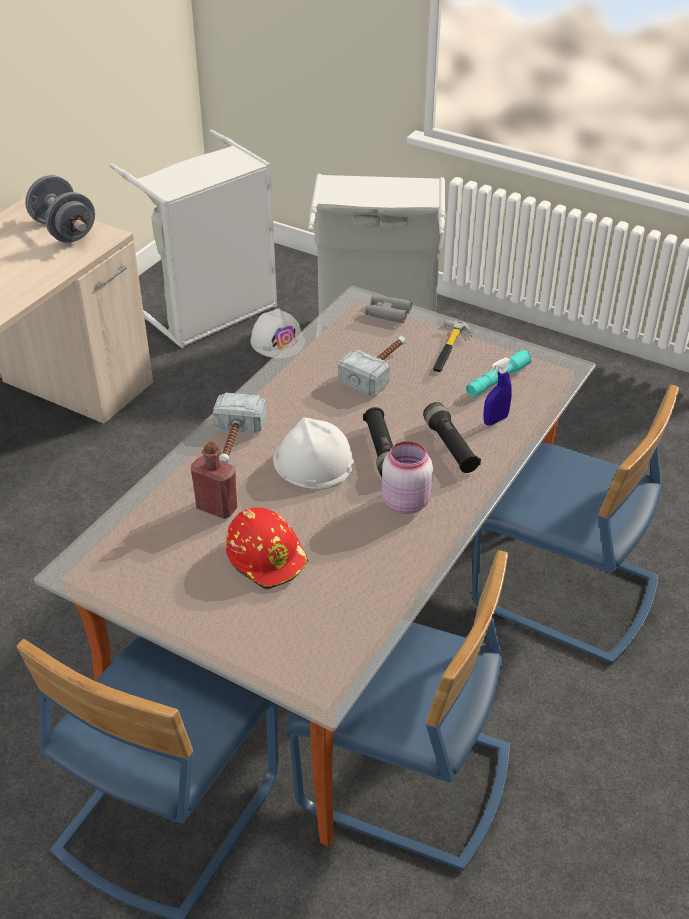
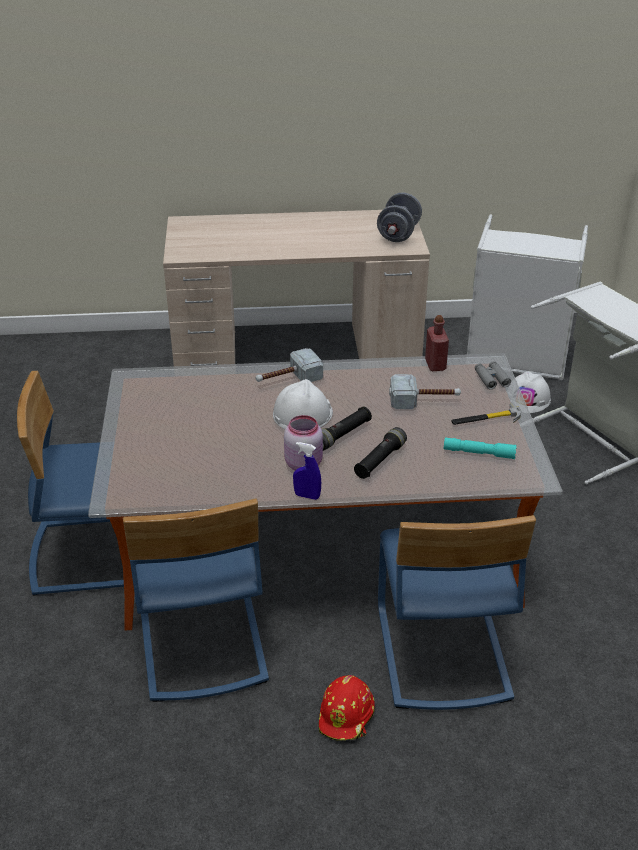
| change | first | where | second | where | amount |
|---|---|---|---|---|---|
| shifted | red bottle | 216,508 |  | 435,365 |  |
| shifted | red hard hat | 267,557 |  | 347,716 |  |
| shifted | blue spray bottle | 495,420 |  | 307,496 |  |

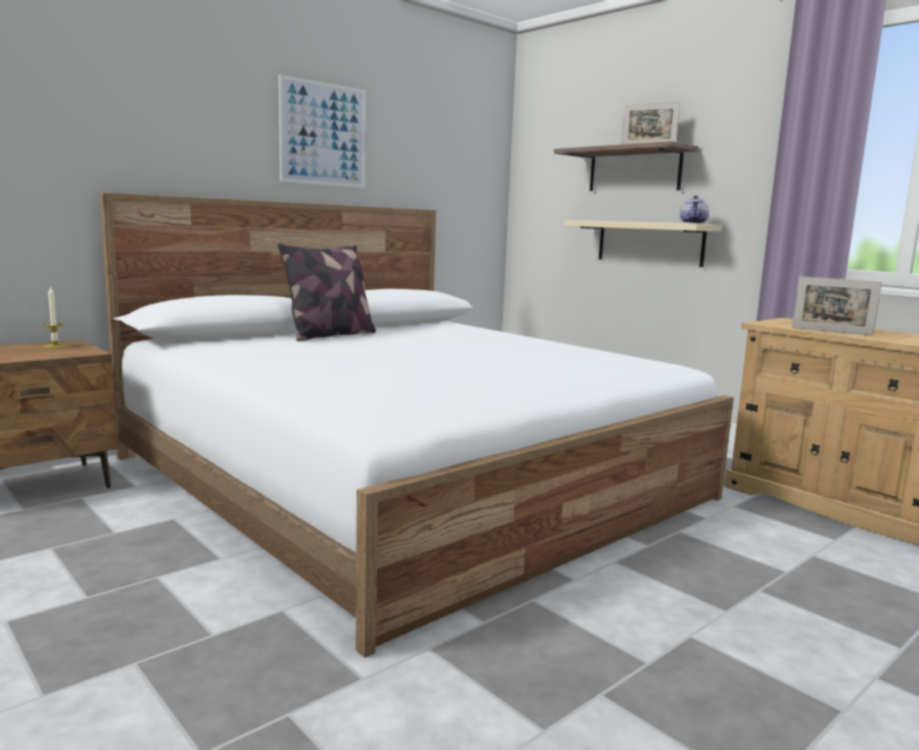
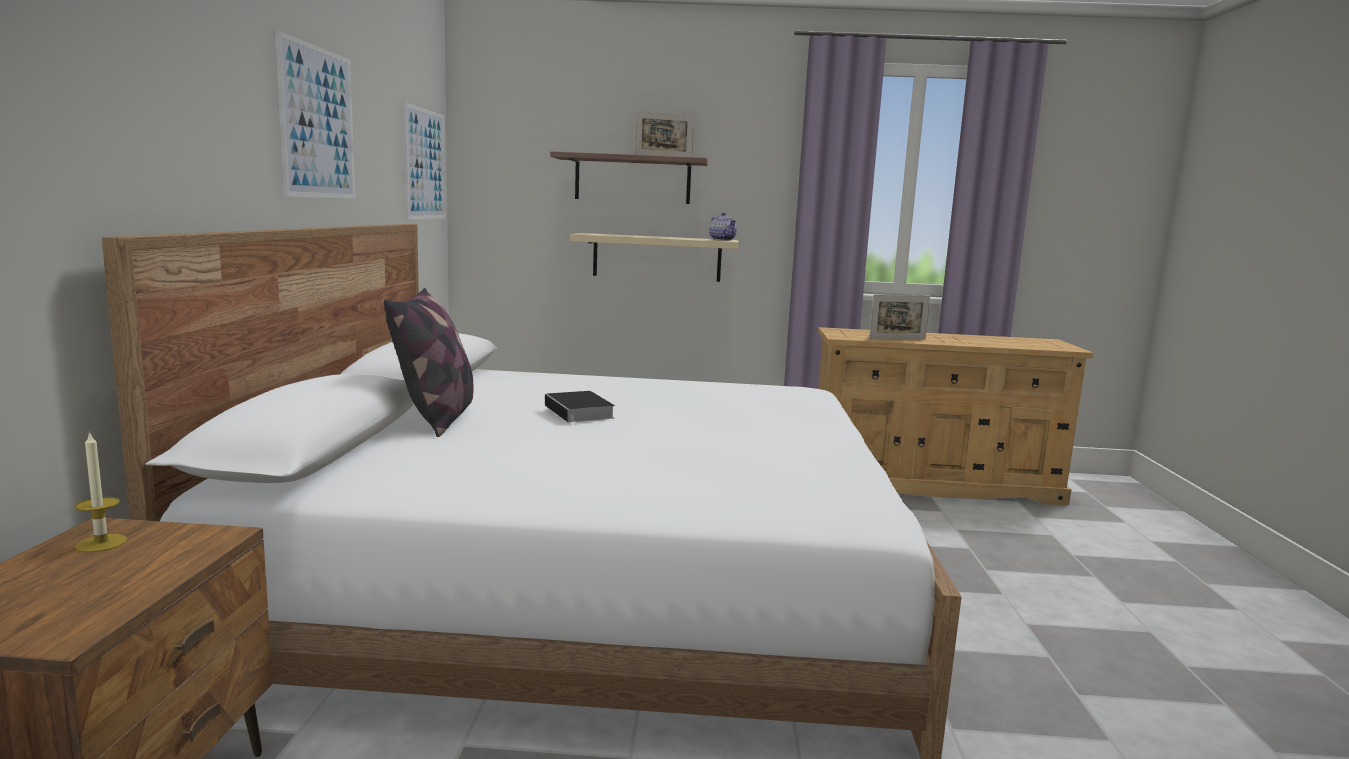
| change | first | where | second | where | amount |
|---|---|---|---|---|---|
| new |  |  | picture | 424,164 |  |
| new |  |  | book | 580,412 |  |

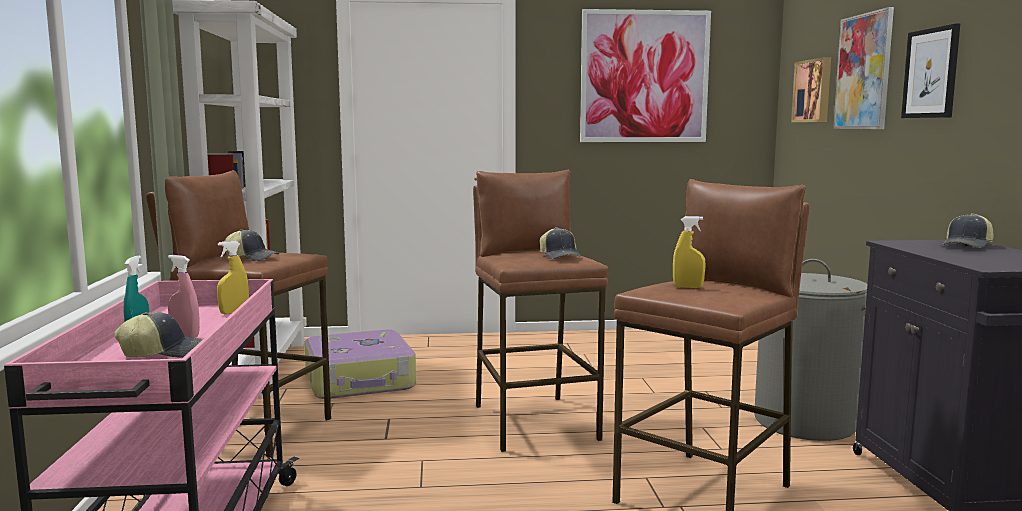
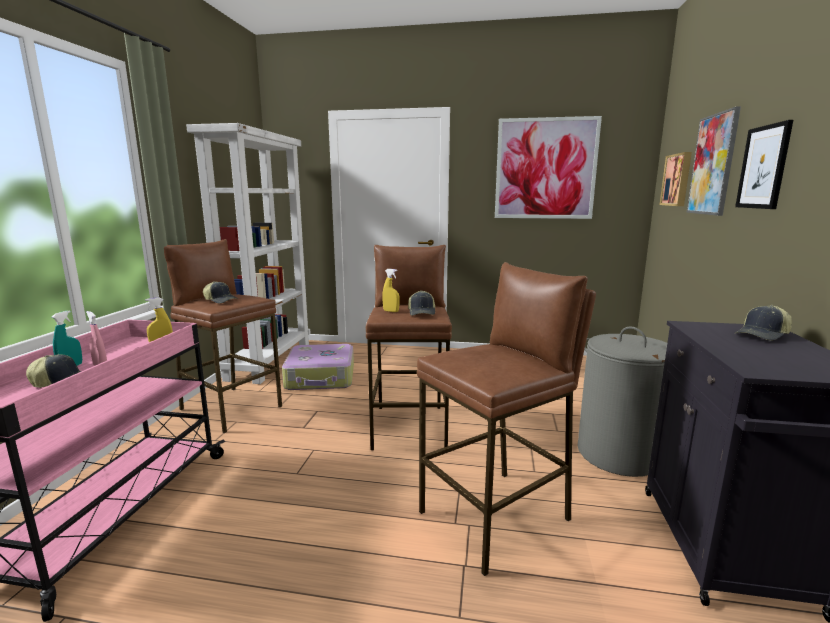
| change | first | where | second | where | amount |
|---|---|---|---|---|---|
| shifted | yellow spray bottle | 688,287 |  | 391,311 |  |

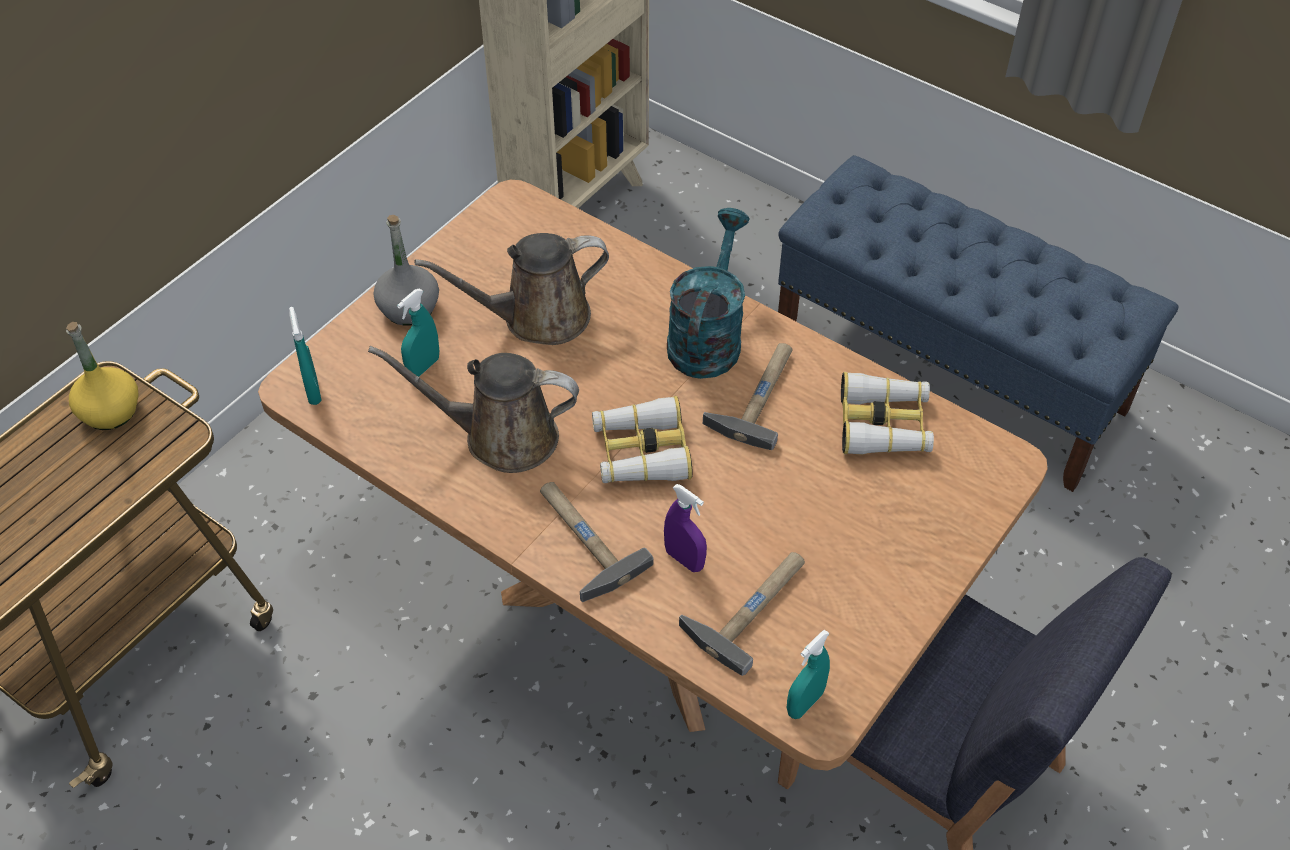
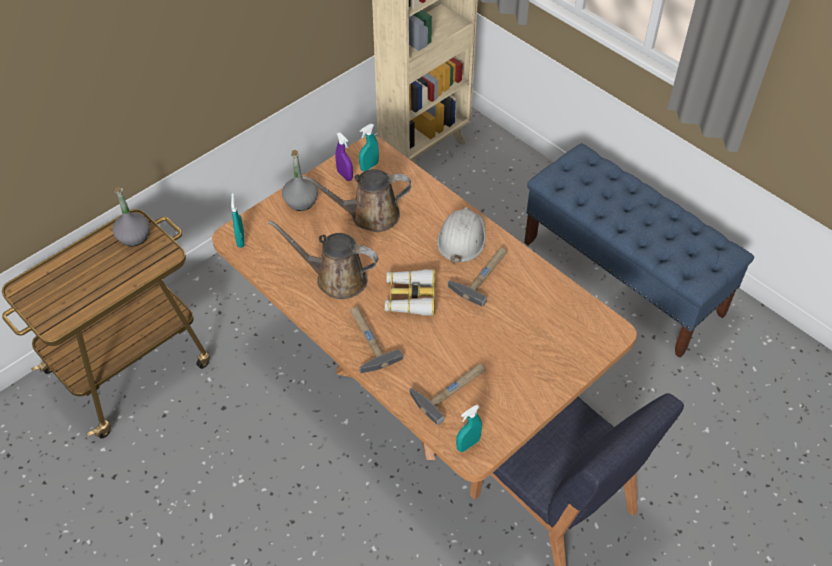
| change | first | where | second | where | amount |
|---|---|---|---|---|---|
| repainted | yellow bottle | 110,412 | grey bottle | 134,236 |  |
| shifted | turquoise spray bottle | 423,367 |  | 369,166 |  |
| shifted | purple spray bottle | 684,559 |  | 345,175 |  |
| swapped | turquoise watering can | 707,337 | white hard hat | 461,238 |  |
| gone | binoculars | 884,424 |  |  |  |

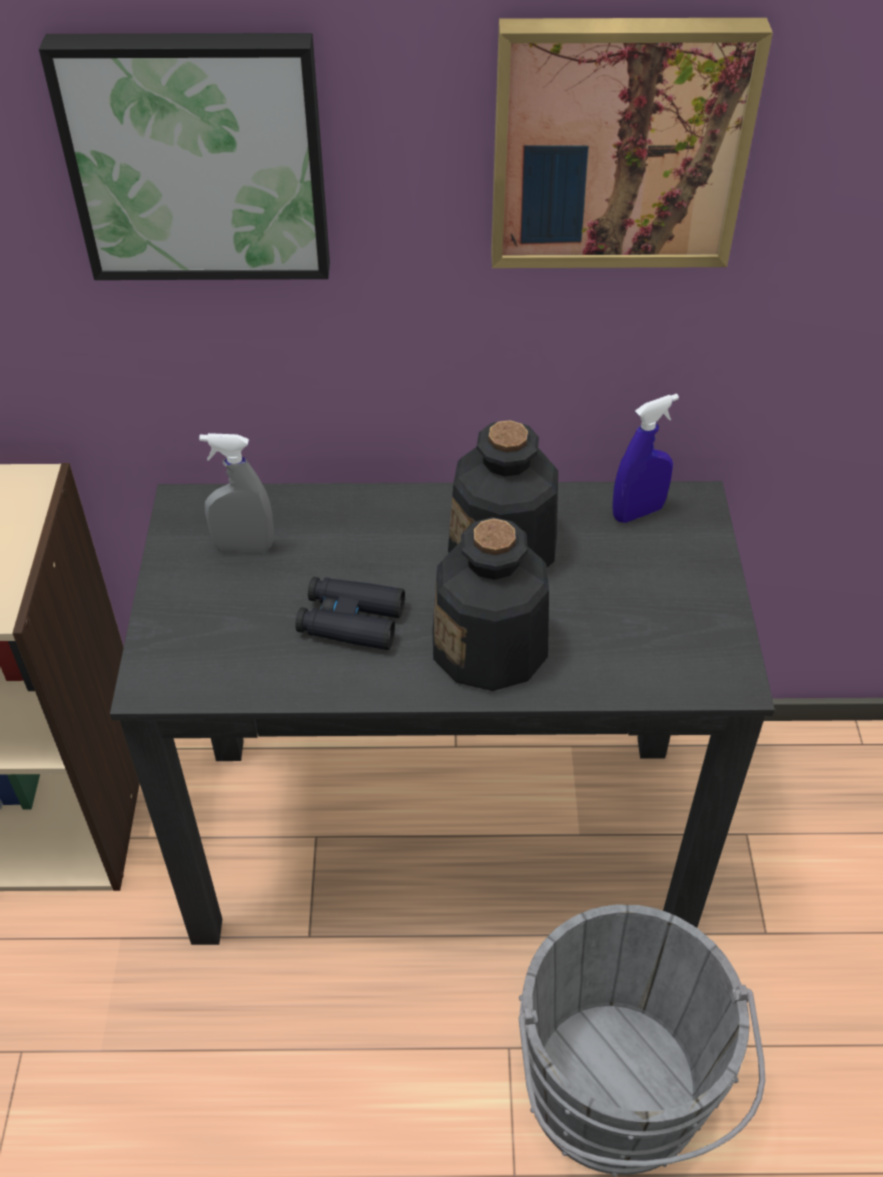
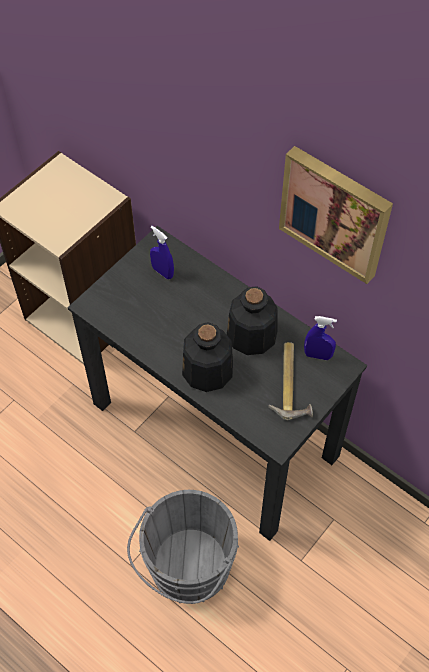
| change | first | where | second | where | amount |
|---|---|---|---|---|---|
| gone | picture | 198,156 |  |  |  |
| repainted | grey spray bottle | 244,547 | blue spray bottle | 162,272 |  |
| gone | black binoculars | 350,621 |  |  |  |
| new |  |  | hammer | 291,383 |  |

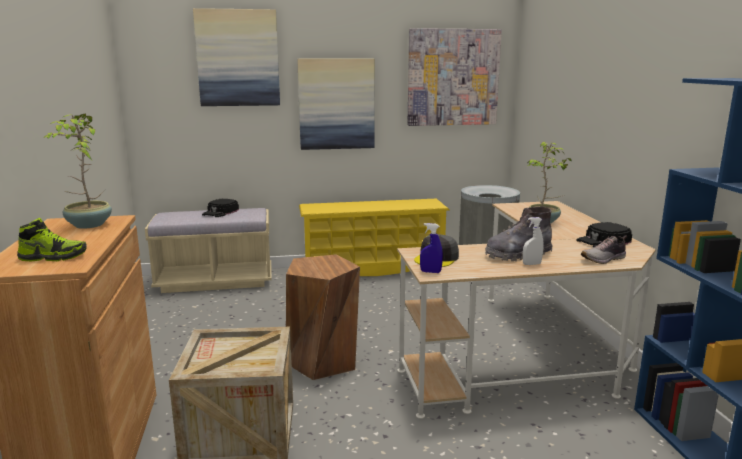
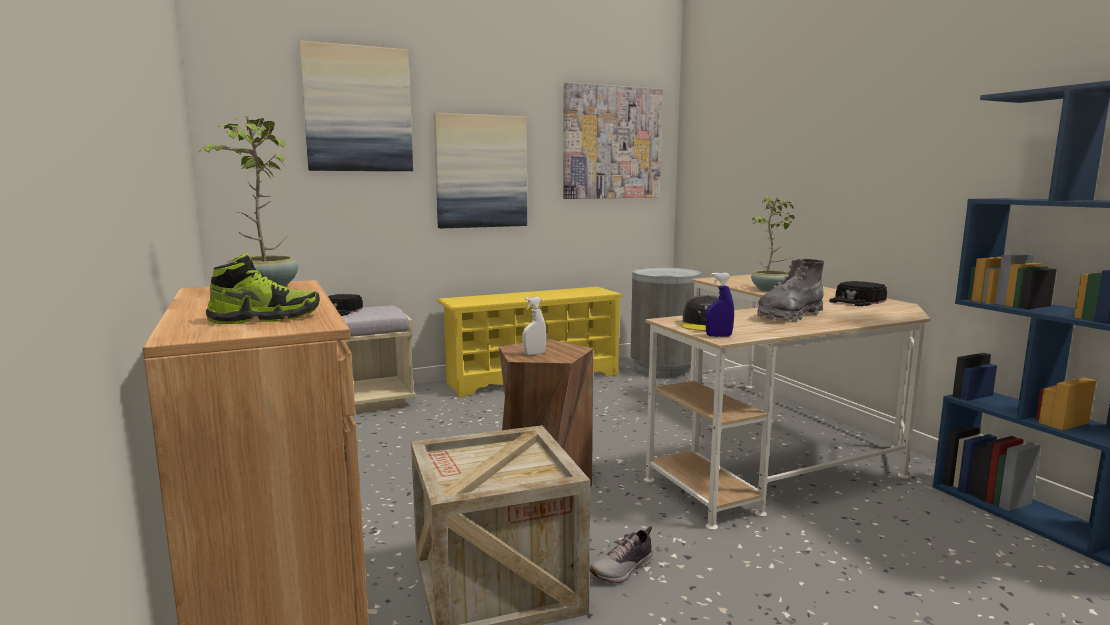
| change | first | where | second | where | amount |
|---|---|---|---|---|---|
| shifted | white spray bottle | 531,264 |  | 534,354 |  |
| shifted | shoe | 604,259 |  | 623,569 |  |

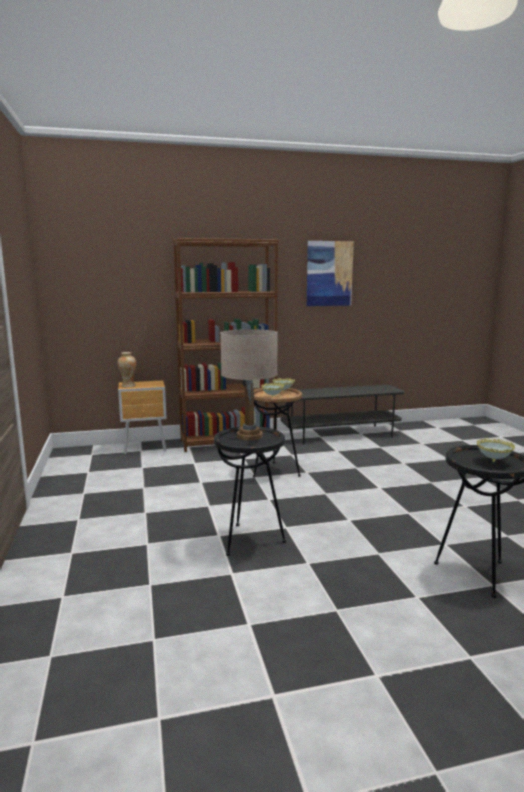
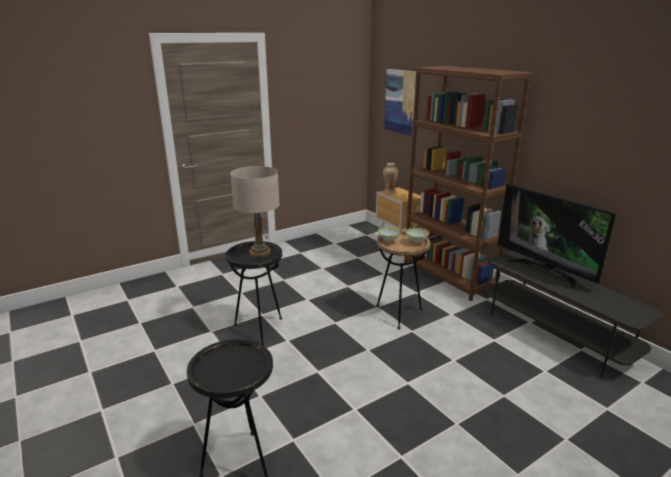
| change | first | where | second | where | amount |
|---|---|---|---|---|---|
| shifted | picture | 329,273 |  | 401,102 |  |
| gone | bowl | 493,462 |  |  |  |
| new |  |  | television | 545,270 |  |

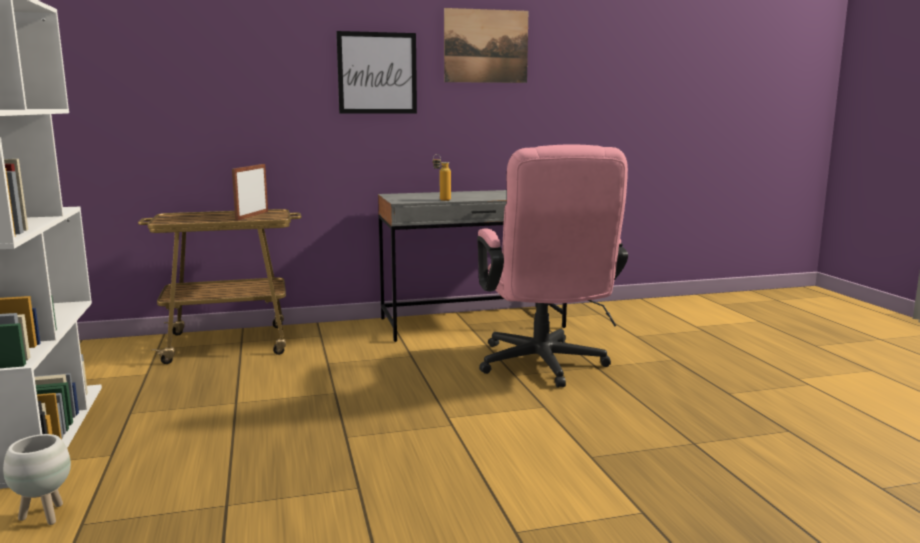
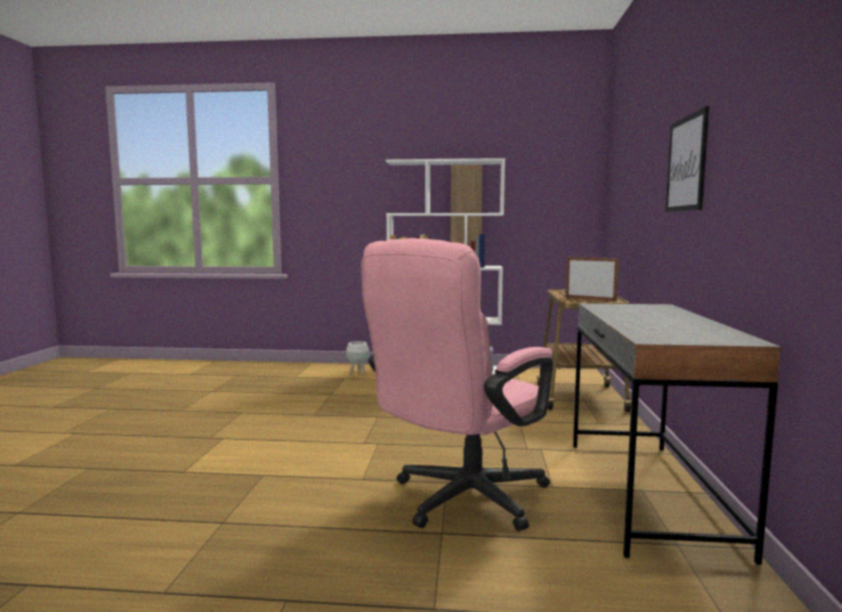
| change | first | where | second | where | amount |
|---|---|---|---|---|---|
| gone | bottle | 441,200 |  |  |  |
| gone | picture | 486,46 |  |  |  |
| rotated | pink office chair | 544,367 |  | 460,501 | 60 degrees counterclockwise |

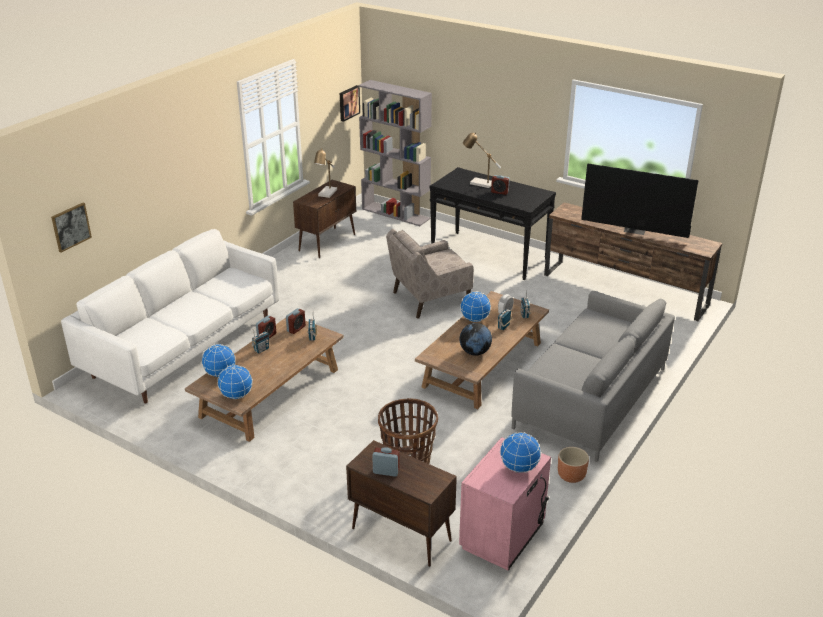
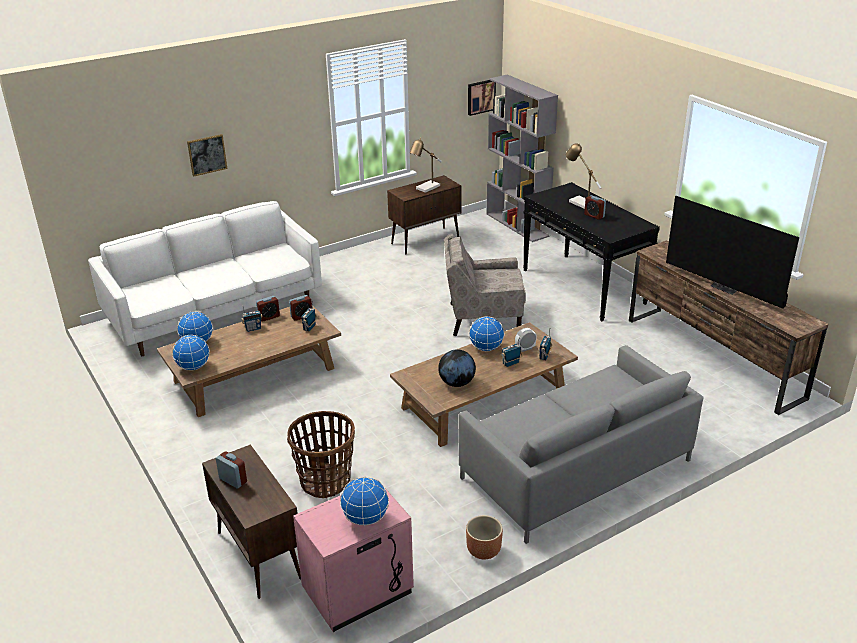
| change | first | where | second | where | amount |
|---|---|---|---|---|---|
| shifted | picture | 71,227 |  | 207,154 |  |

